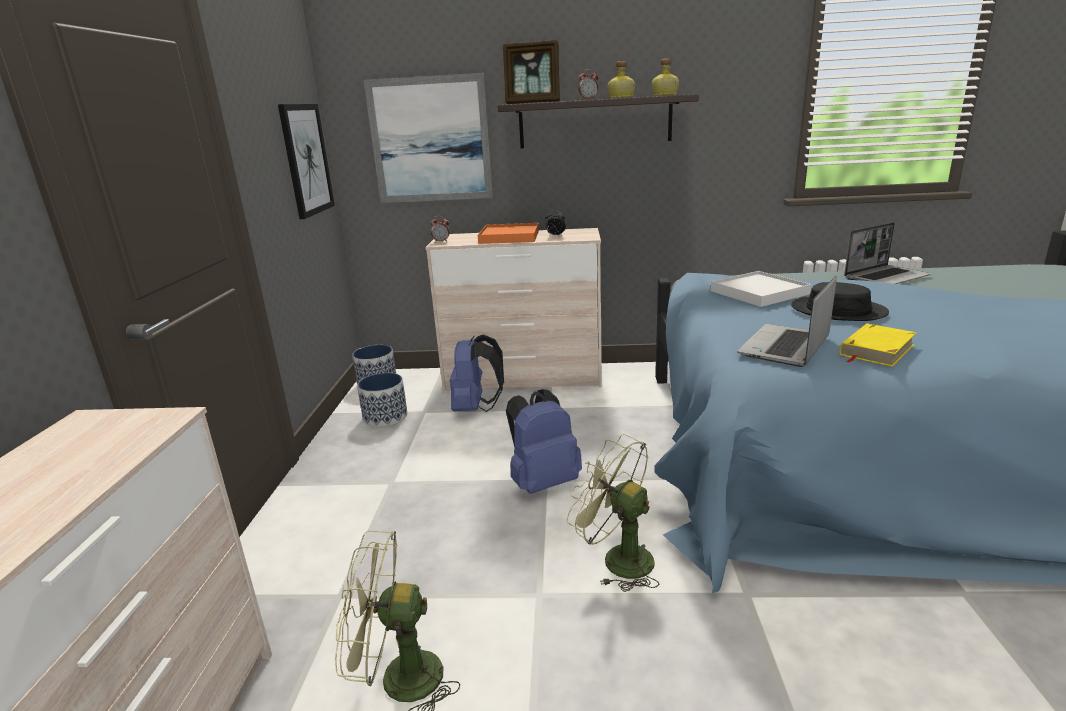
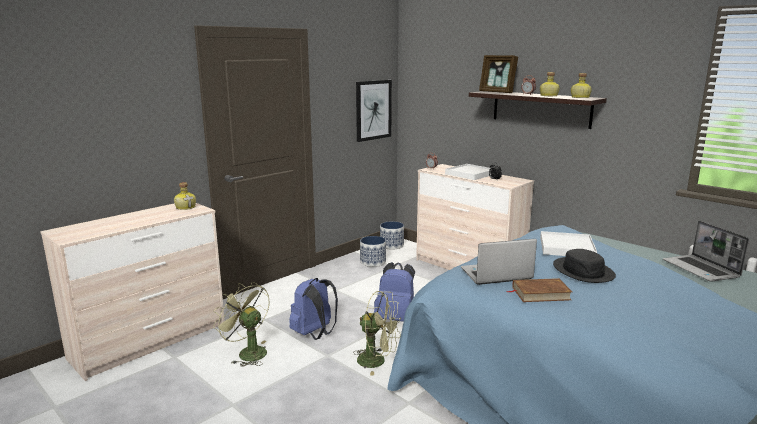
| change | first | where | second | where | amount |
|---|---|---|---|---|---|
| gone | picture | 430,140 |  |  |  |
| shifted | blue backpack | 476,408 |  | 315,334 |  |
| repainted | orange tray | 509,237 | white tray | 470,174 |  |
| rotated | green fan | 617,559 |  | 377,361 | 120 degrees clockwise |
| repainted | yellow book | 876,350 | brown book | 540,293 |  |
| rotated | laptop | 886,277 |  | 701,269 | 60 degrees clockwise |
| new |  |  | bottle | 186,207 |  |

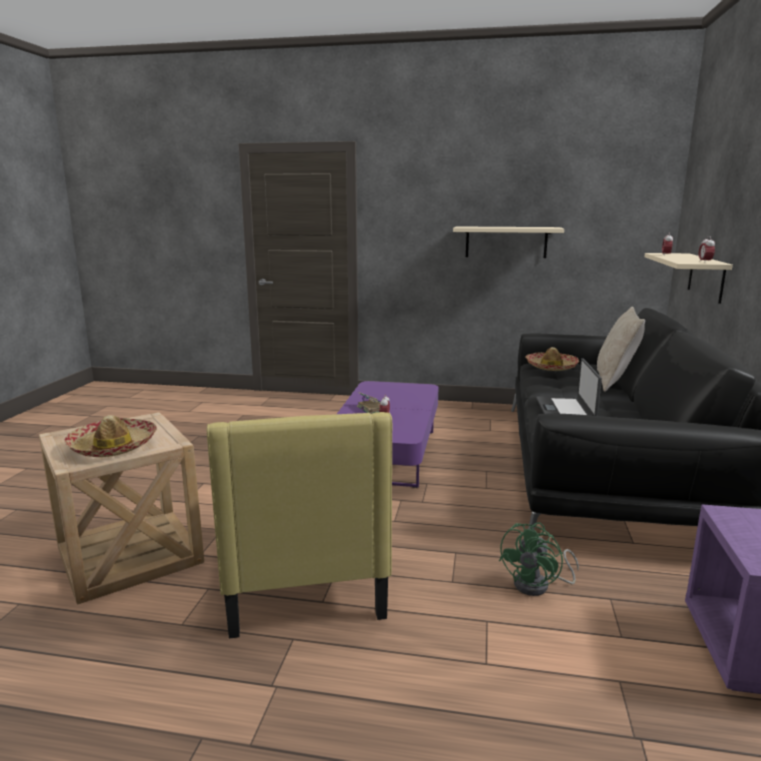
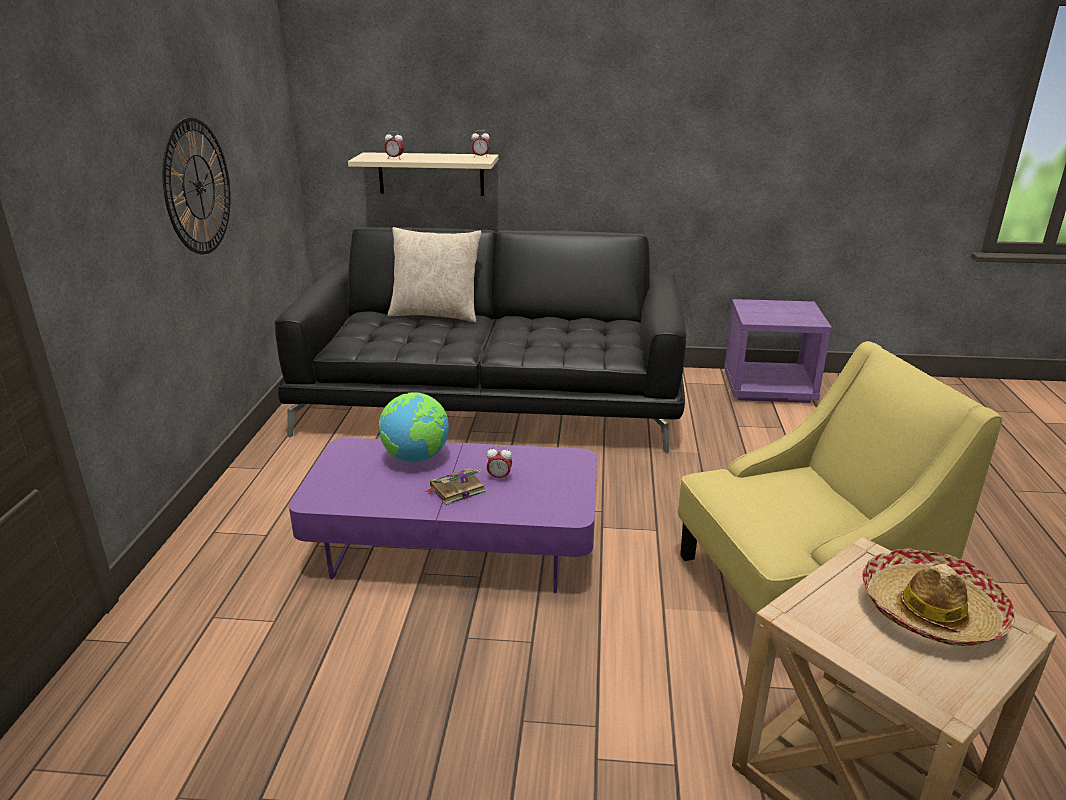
| change | first | where | second | where | amount |
|---|---|---|---|---|---|
| swapped | beige shelf | 506,242 | wall clock | 198,187 |  |
| gone | green fan | 538,585 |  |  |  |
| gone | hat | 551,367 |  |  |  |
| gone | laptop | 565,411 |  |  |  |
| new |  |  | globe | 416,458 |  |

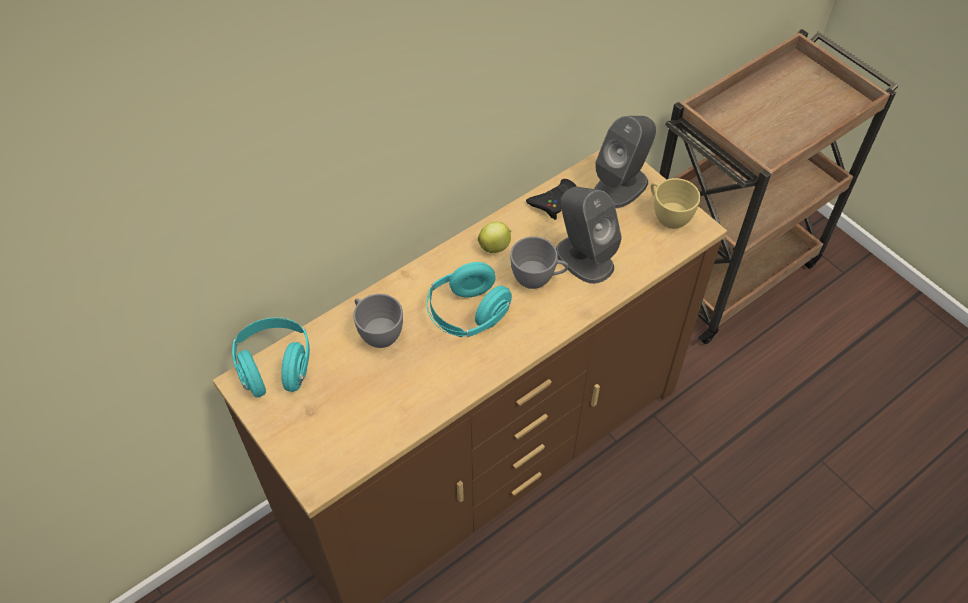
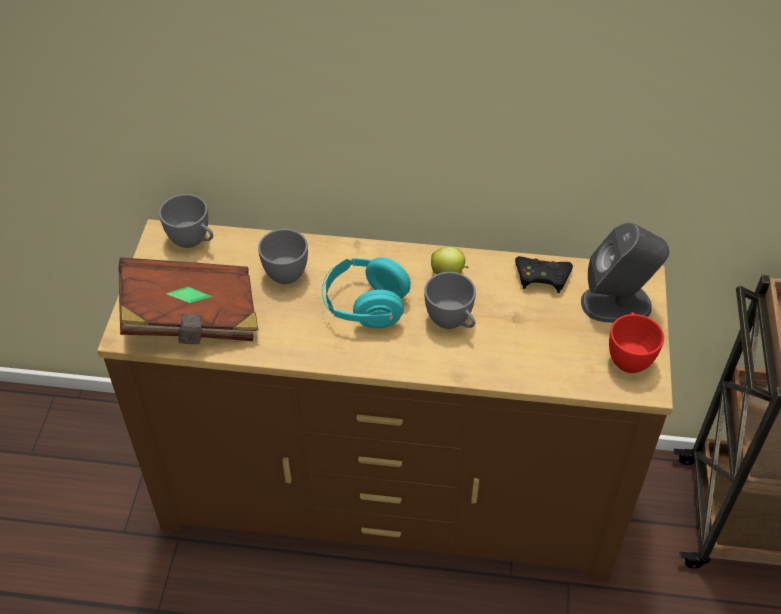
| change | first | where | second | where | amount |
|---|---|---|---|---|---|
| swapped | turquoise headphones | 275,367 | grey cup | 193,241 |  |
| gone | grey speaker | 583,258 |  |  |  |
| repainted | yellow cup | 667,216 | red cup | 629,356 |  |
| new |  |  | brown book | 191,320 |  |

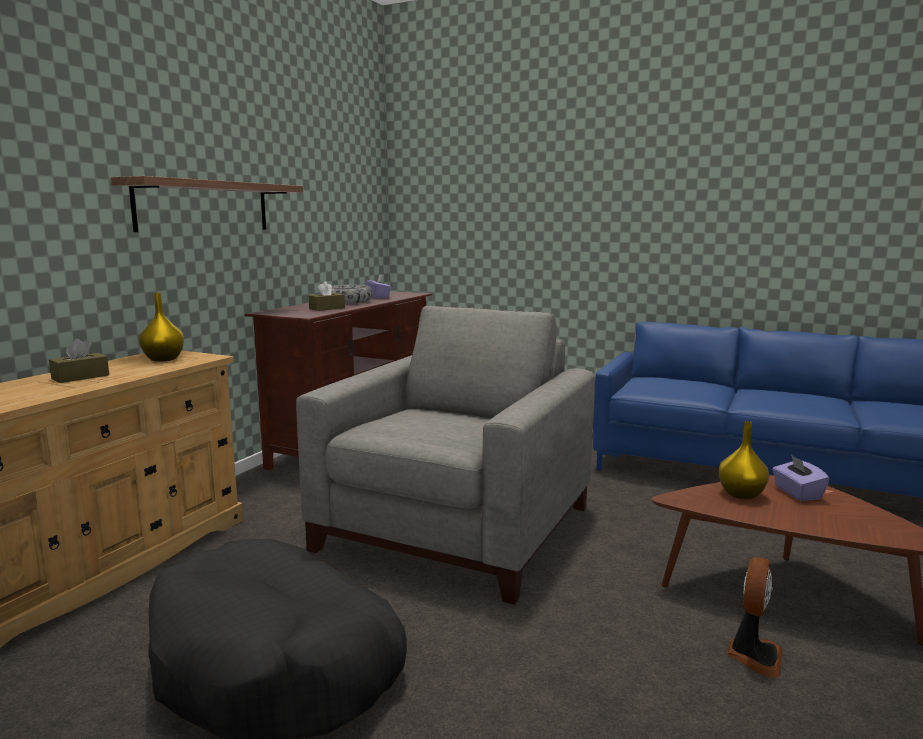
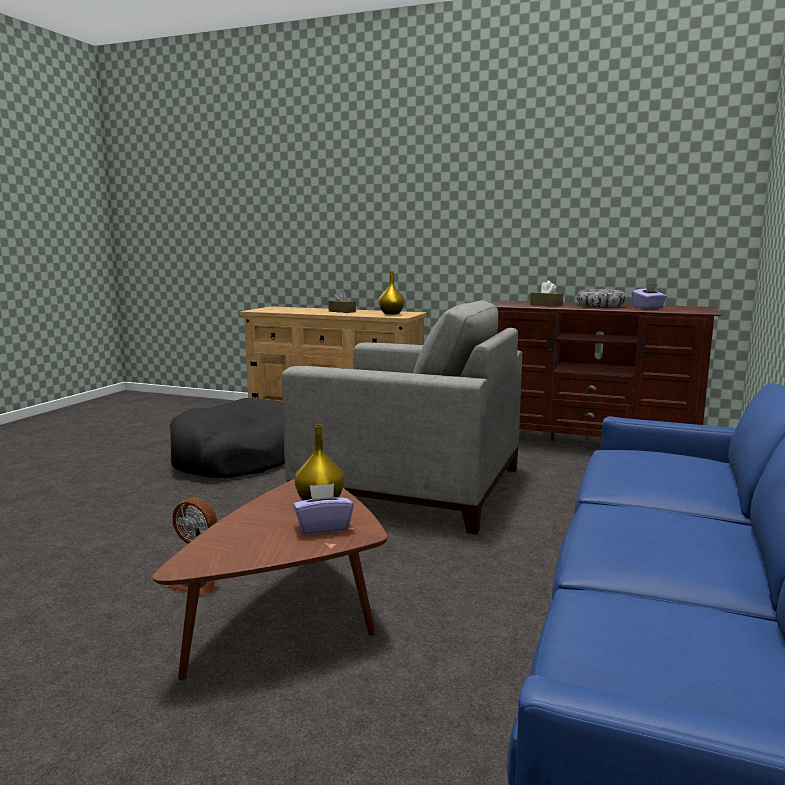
| change | first | where | second | where | amount |
|---|---|---|---|---|---|
| gone | shelf | 204,206 |  |  |  |

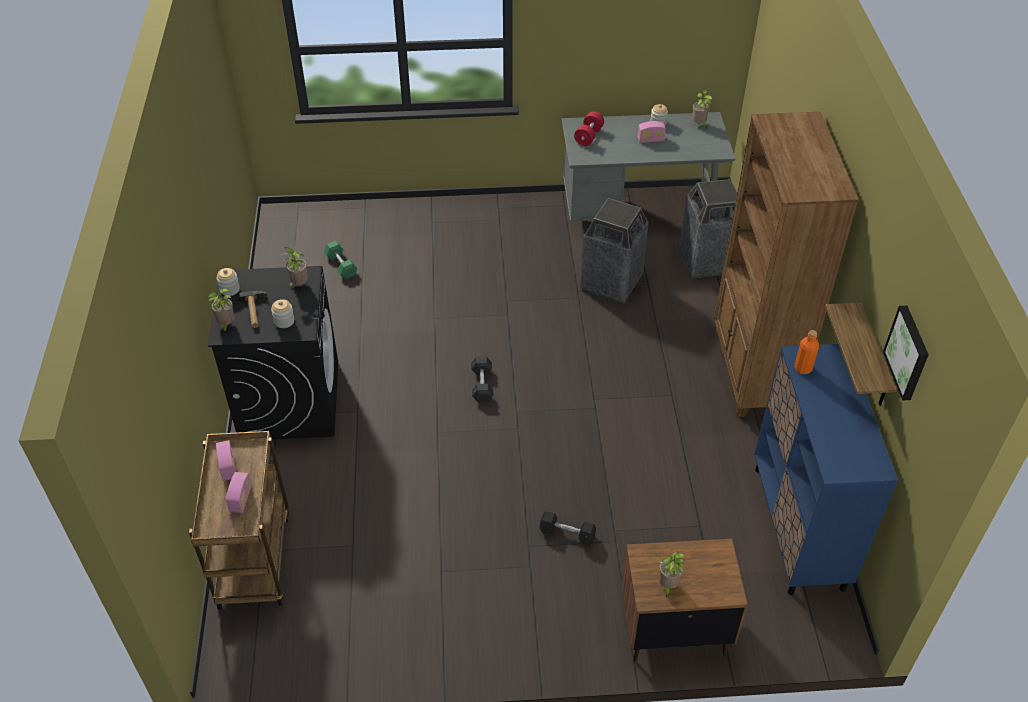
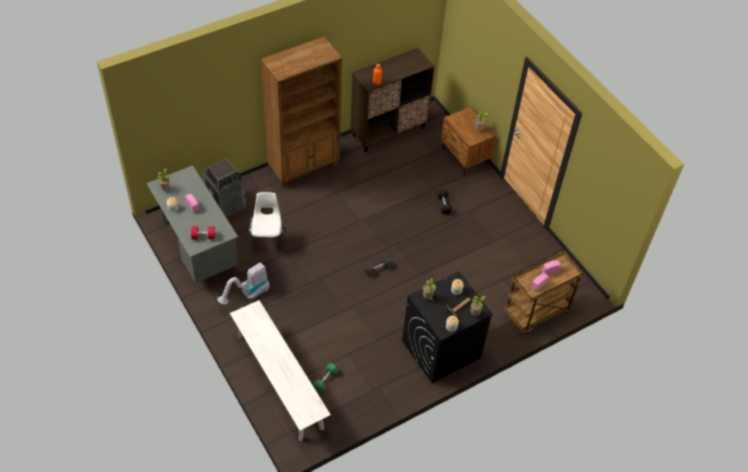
| change | first | where | second | where | amount |
|---|---|---|---|---|---|
| swapped | trash can | 611,282 | white chair | 268,241 |  |
| repainted | blue cabinet | 798,528 | brown cabinet | 389,131 |  |
| gone | shelf | 873,358 |  |  |  |
| gone | picture | 908,352 |  |  |  |
| new |  |  | vacuum cleaner | 247,295 |  |
| new |  |  | white bench | 279,381 |  |

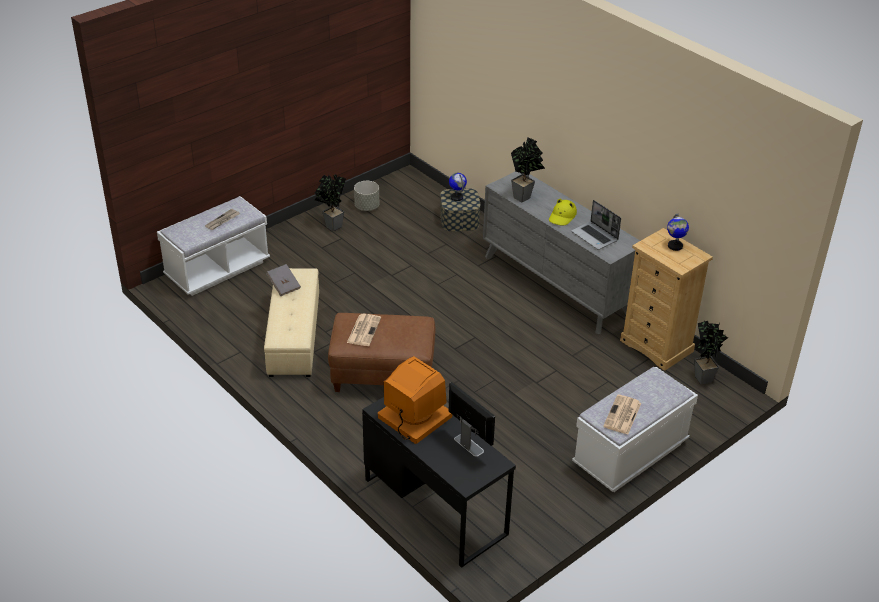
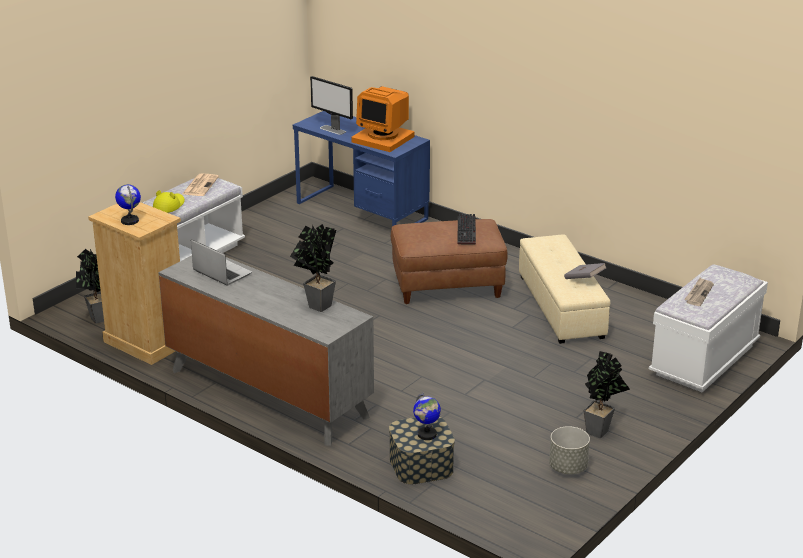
| change | first | where | second | where | amount |
|---|---|---|---|---|---|
| swapped | newspaper | 364,330 | keyboard | 467,231 |  |
| repainted | black desk | 435,506 | blue desk | 361,211 |  |
| shifted | yellow hat | 562,216 |  | 169,205 |  |

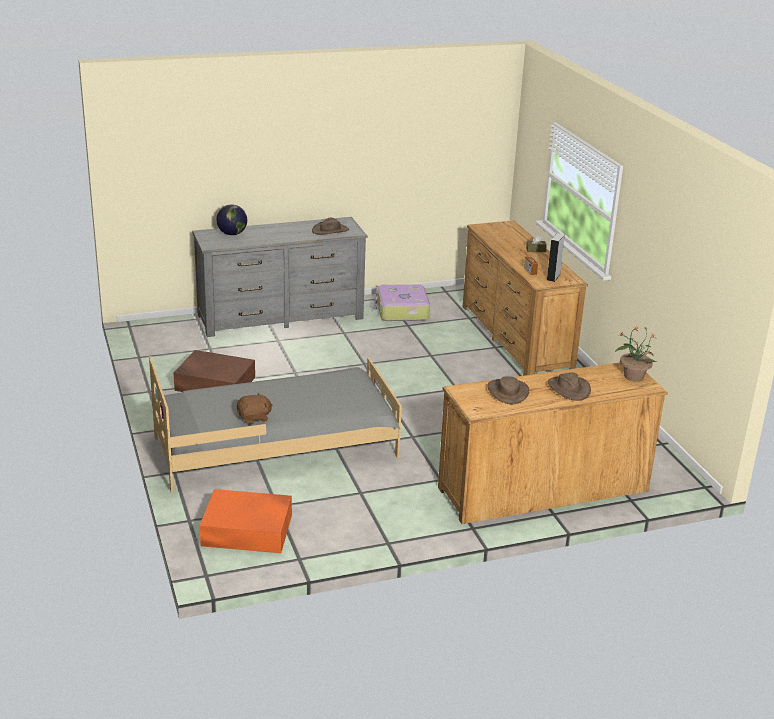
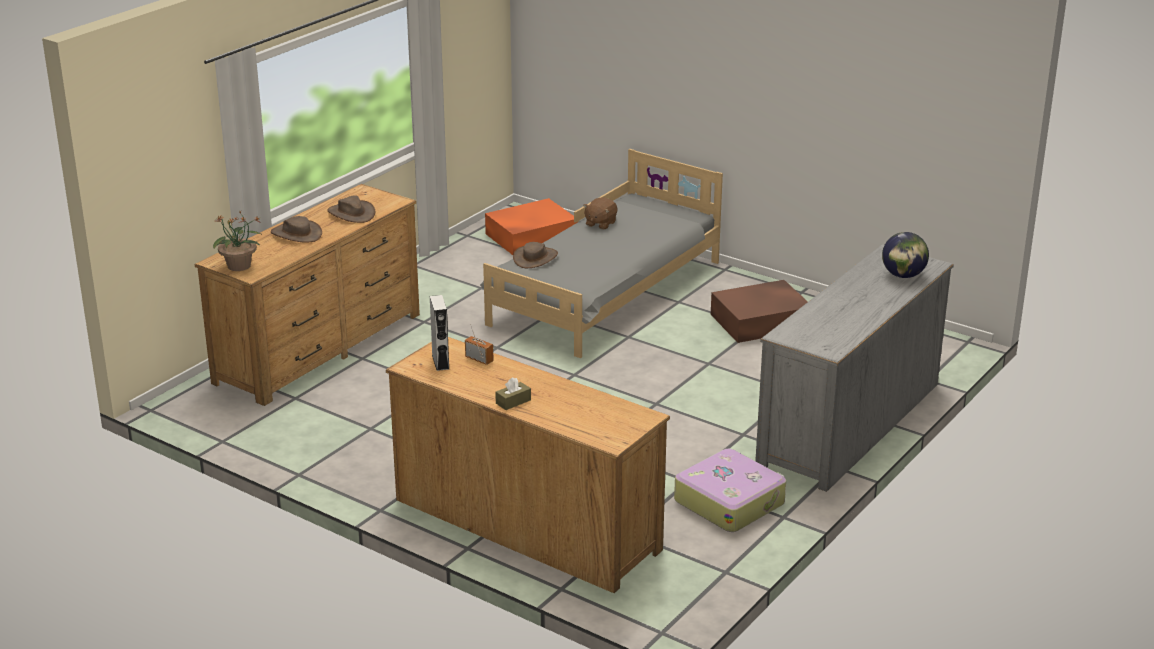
| change | first | where | second | where | amount |
|---|---|---|---|---|---|
| shifted | brown hat | 330,230 |  | 535,258 |  |

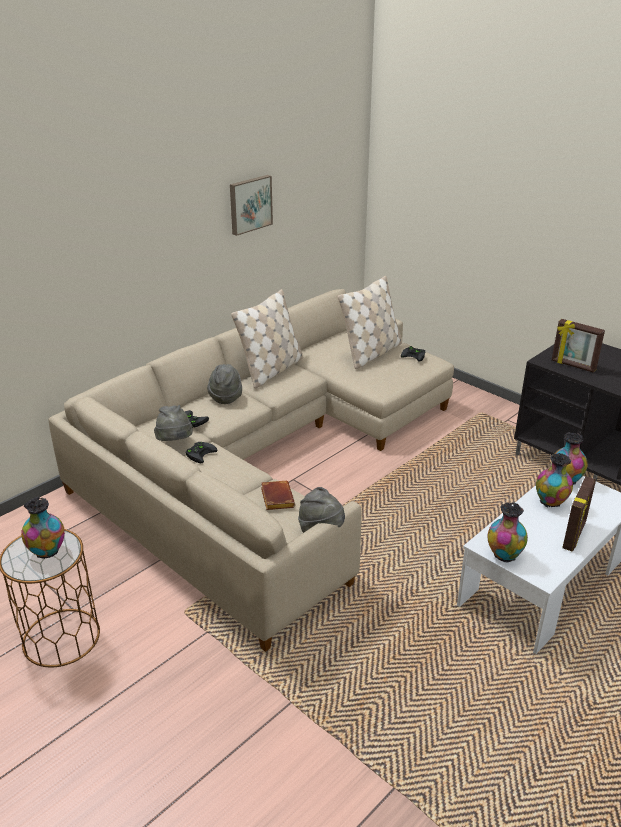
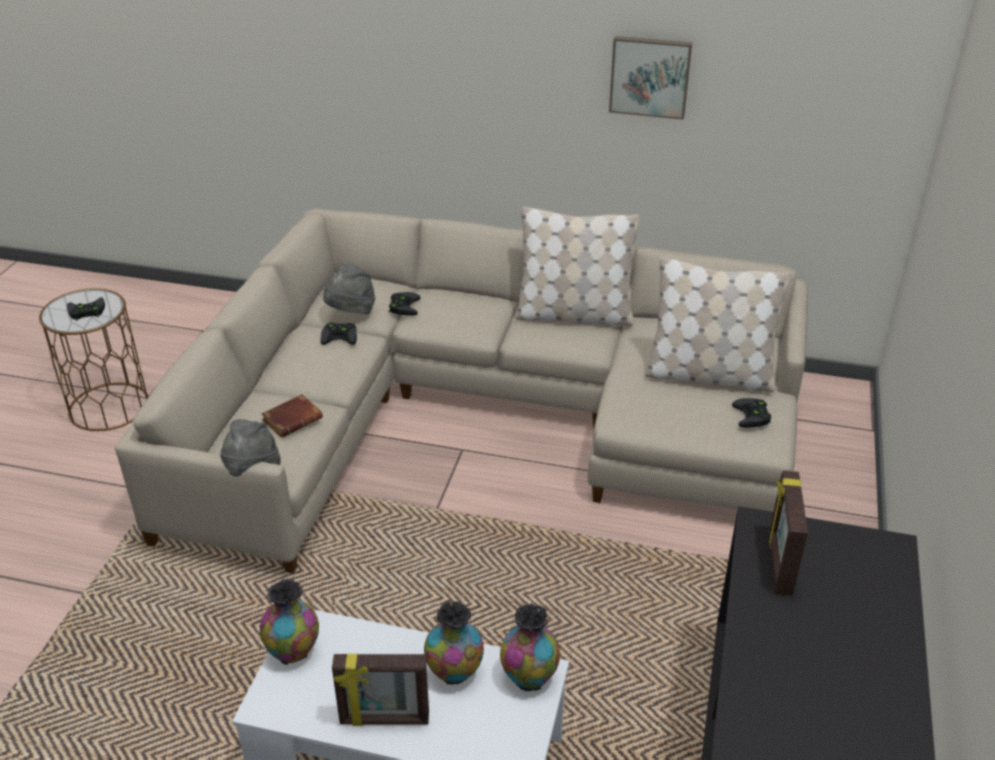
| change | first | where | second | where | amount |
|---|---|---|---|---|---|
| swapped | vase | 47,552 | black game controller | 85,312 |  |
| gone | grey hat | 225,397 |  |  |  |

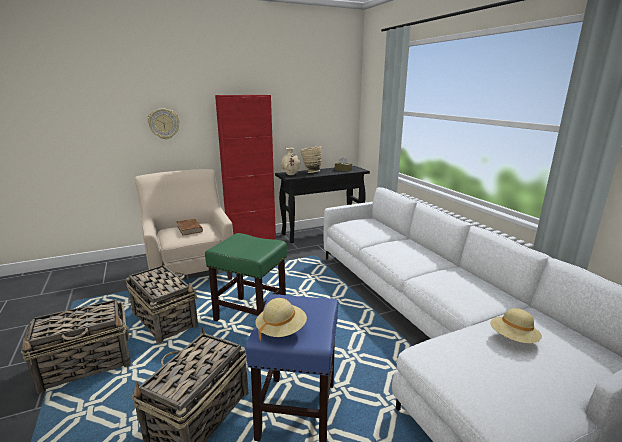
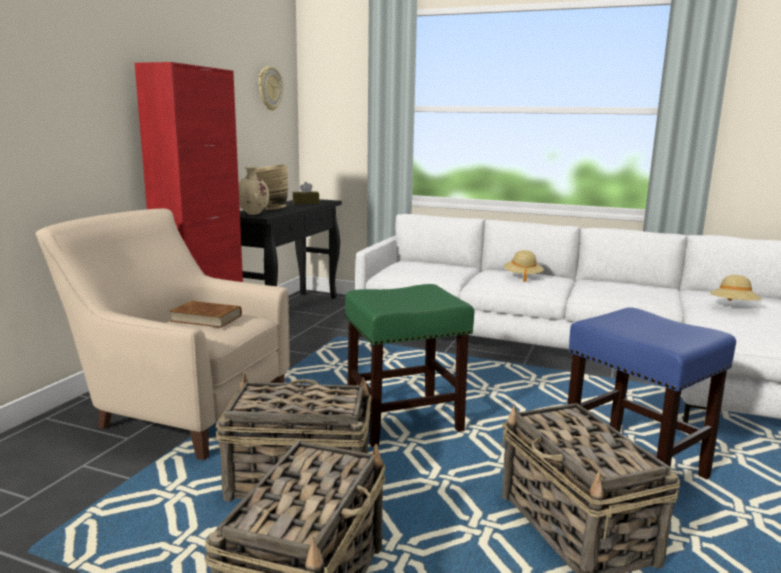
| change | first | where | second | where | amount |
|---|---|---|---|---|---|
| shifted | wall clock | 164,124 |  | 269,88 |  |
| shifted | beige hat | 281,330 |  | 522,277 |  |

